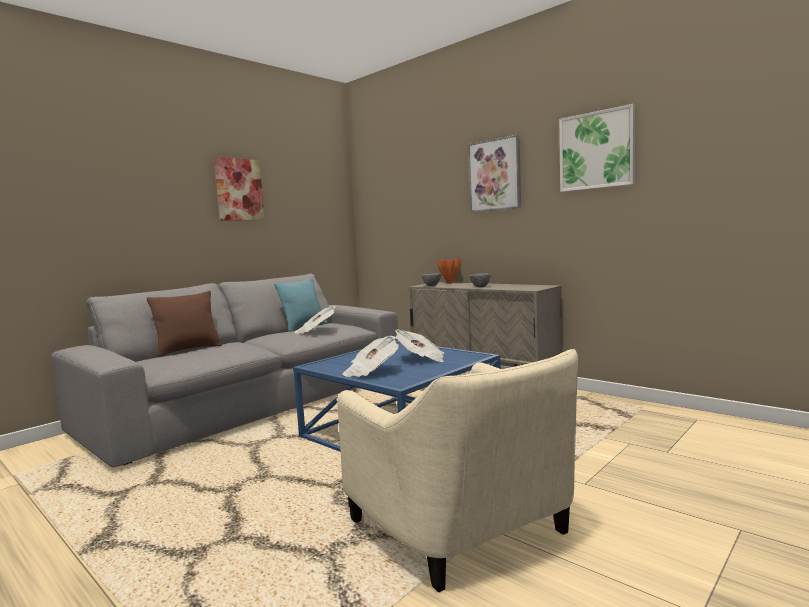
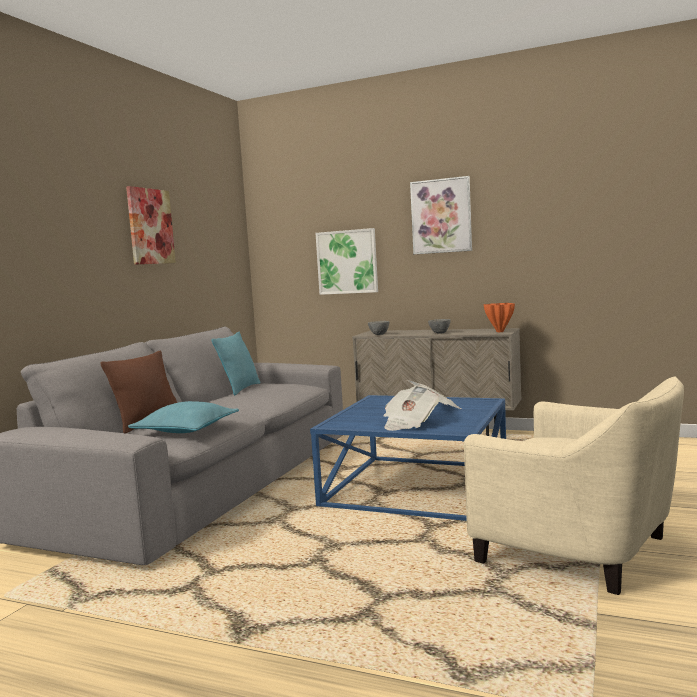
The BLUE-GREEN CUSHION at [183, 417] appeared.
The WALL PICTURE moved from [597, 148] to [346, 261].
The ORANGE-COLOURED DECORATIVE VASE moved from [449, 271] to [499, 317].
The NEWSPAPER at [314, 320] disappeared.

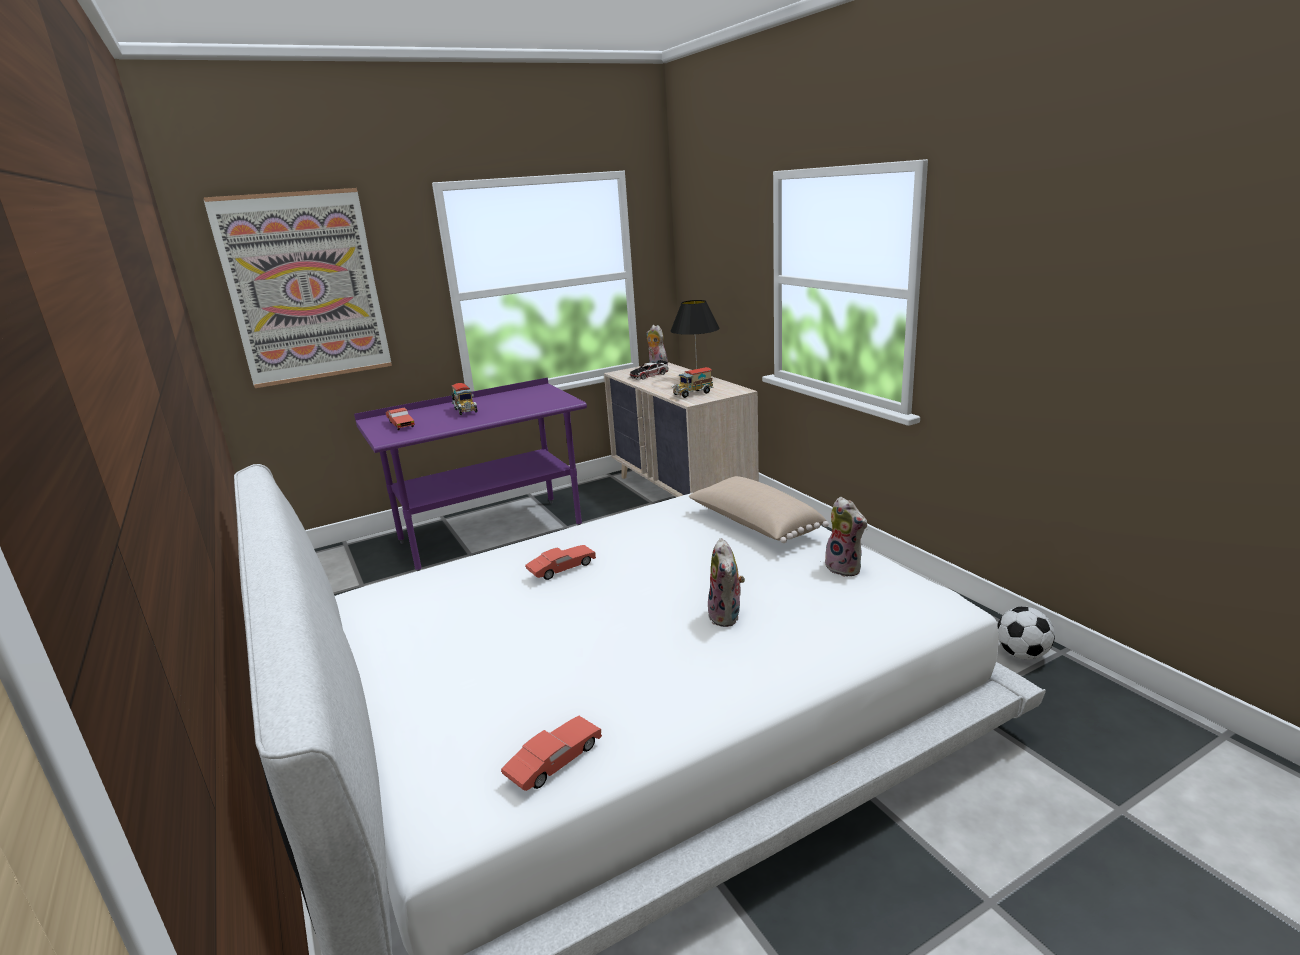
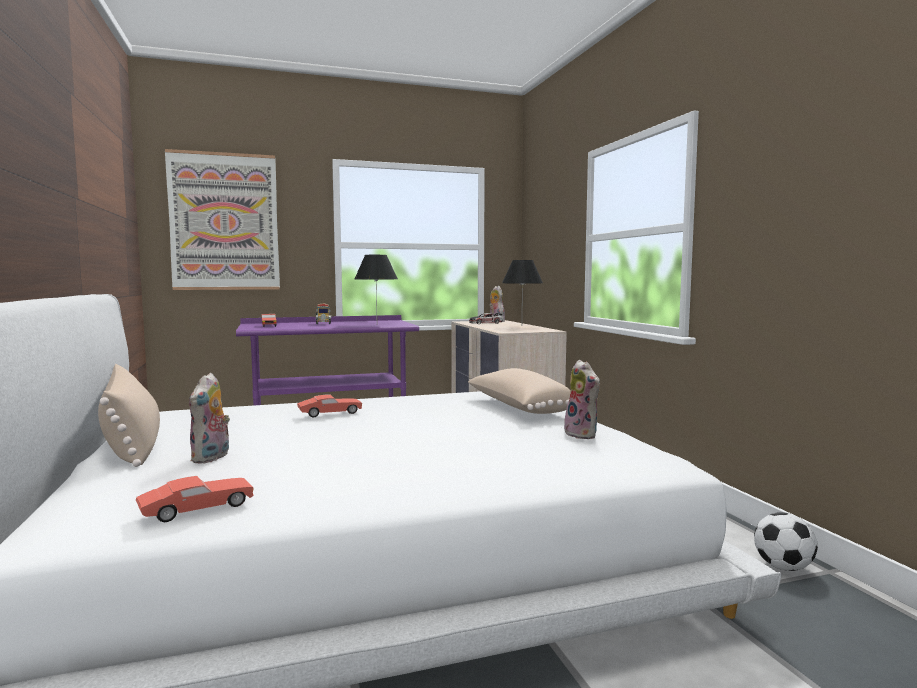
The BEIGE CUSHION at [129, 415] appeared.
The CUDDLY TOY moved from [726, 582] to [209, 418].
The BLACK-COLOURED LAMP FOR A TABLE at [376, 284] appeared.
The TOY TRUCK at [692, 382] disappeared.

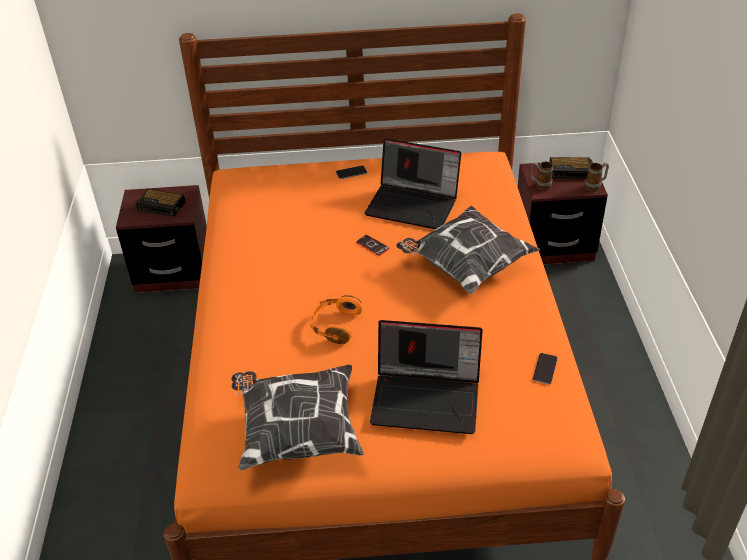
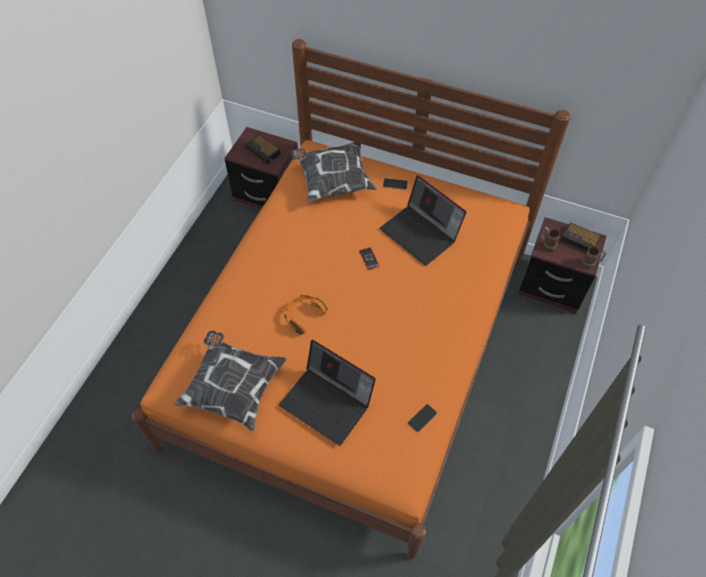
The CUSHION moved from [468, 250] to [334, 171].

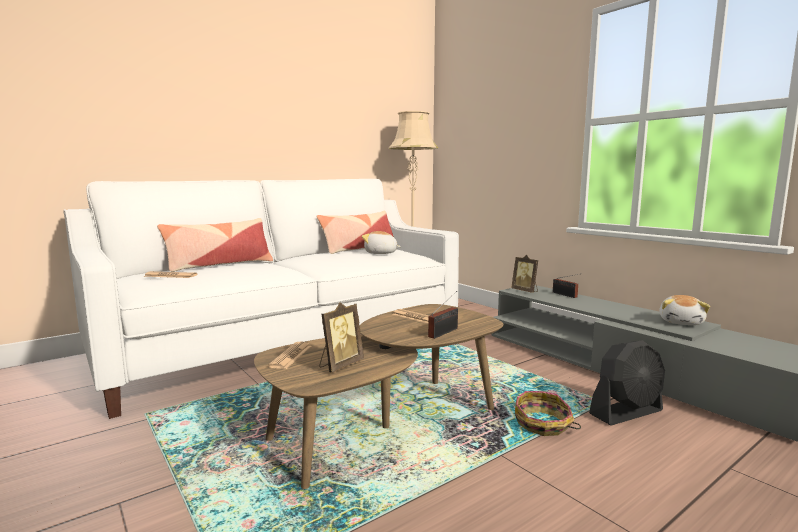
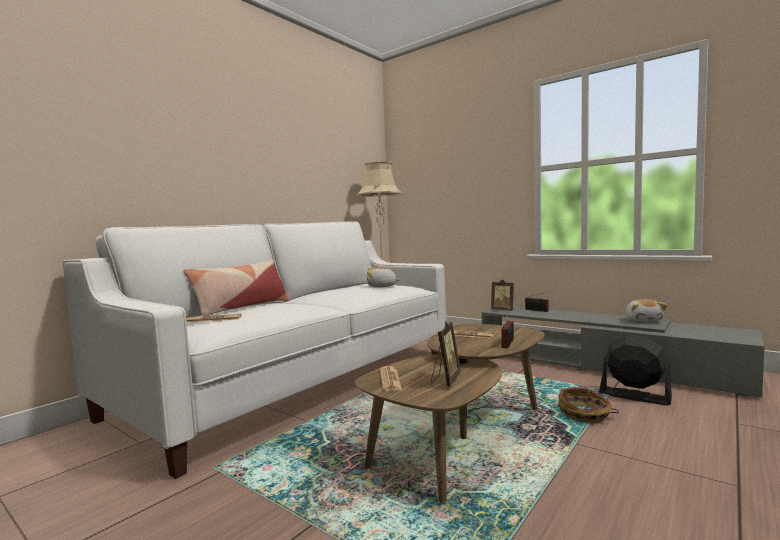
The BLACK-COLOURED COOLING FAN at [627, 382] turned 105 degrees counterclockwise.
The CUSHION at [357, 232] disappeared.

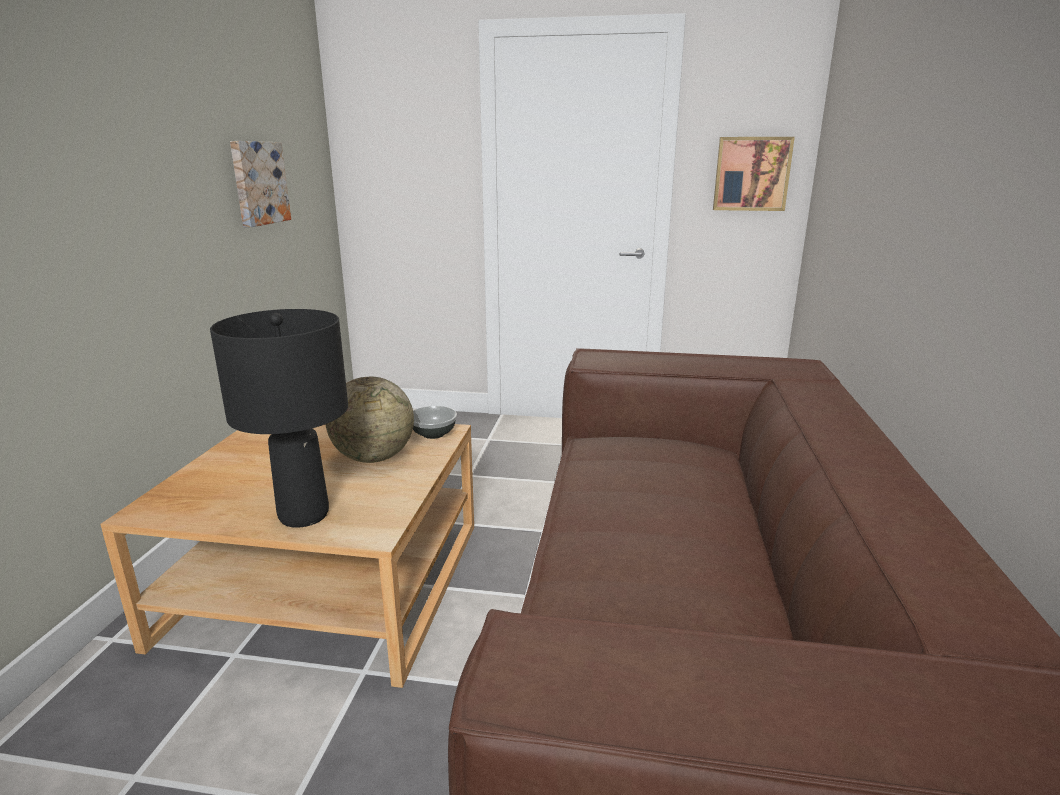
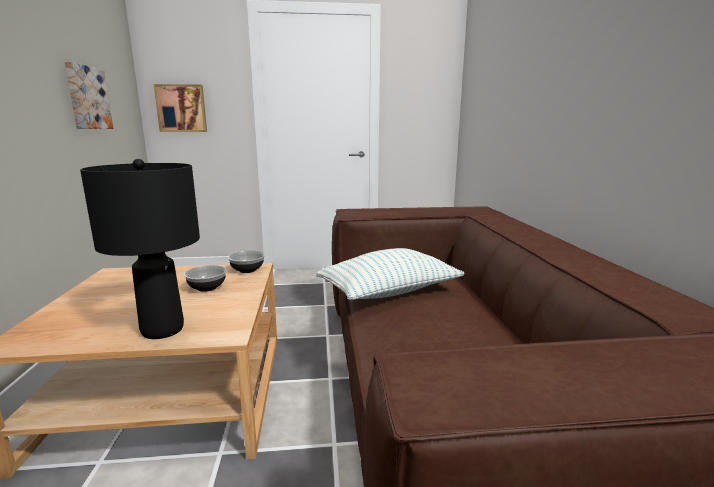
The WALL PICTURE moved from [754, 174] to [180, 108].
The WORLD GLOBE at [370, 420] was replaced by the BOWL at [205, 278].
The CUSHION at [390, 274] appeared.

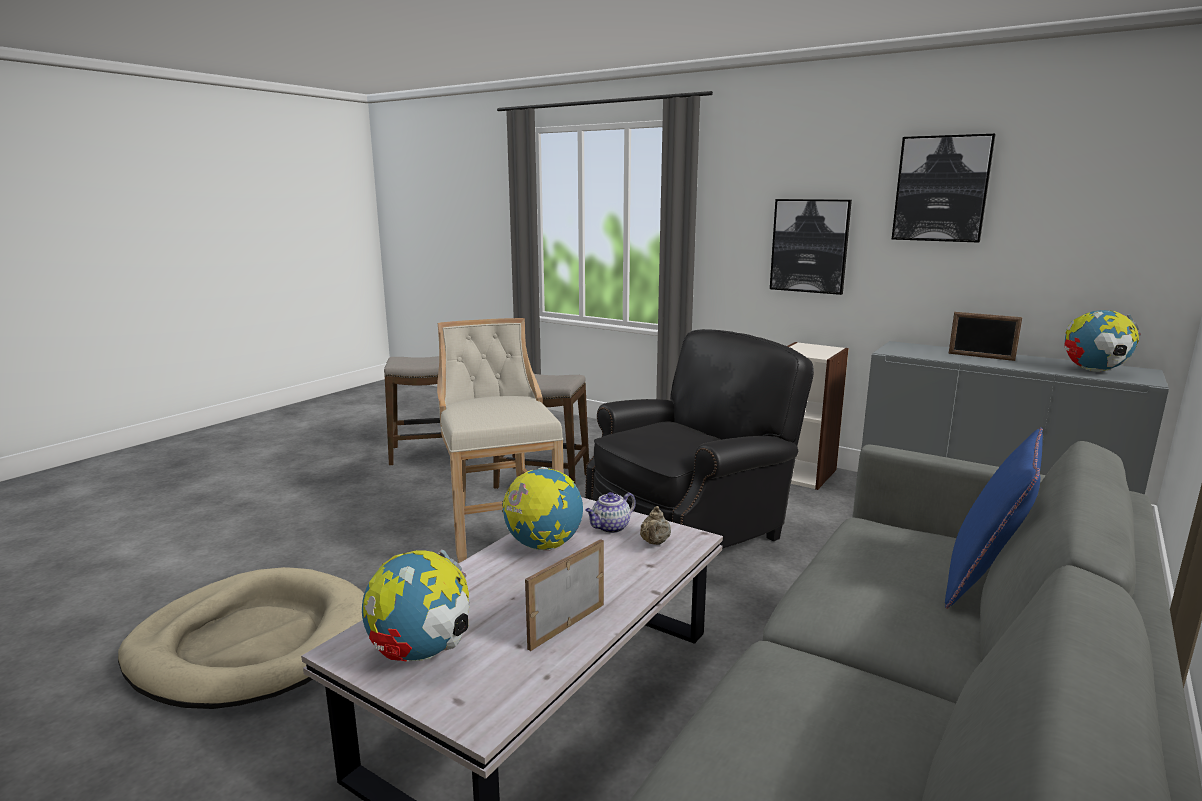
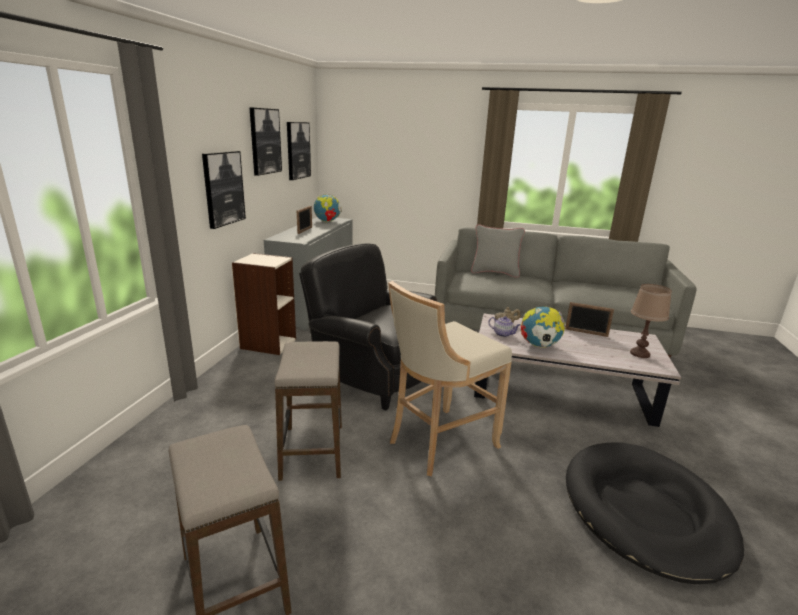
The WALL PICTURE at [299, 151] appeared.
The BLUISH CUSHION at [994, 518] became the GRAY CUSHION at [498, 250].
The BEIGE DOG BED at [241, 638] became the BLACK-COLOURED DOG BED at [655, 513].
The WORLD GLOBE at [415, 605] was replaced by the BROWN-COLOURED LAMP FOR A TABLE at [651, 321].

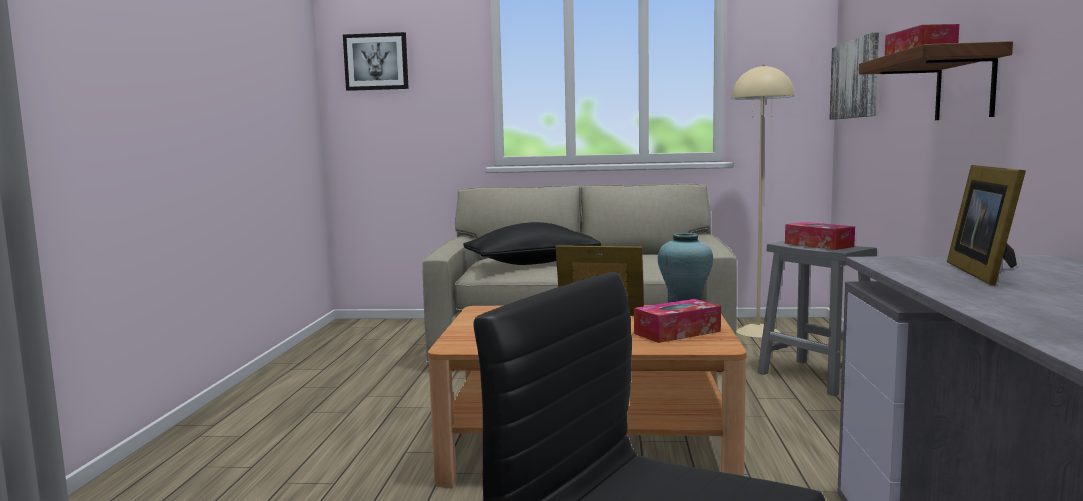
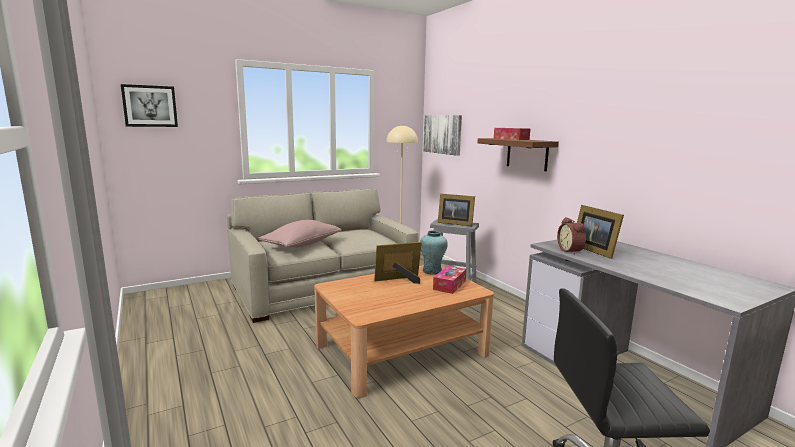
The BLACK-COLOURED CUSHION at [532, 243] became the PINK-COLOURED CUSHION at [300, 234].
The BOX OF TISSUES at [820, 236] was replaced by the STANDING FRAME at [456, 210].
The ALARM CLOCK at [571, 236] appeared.

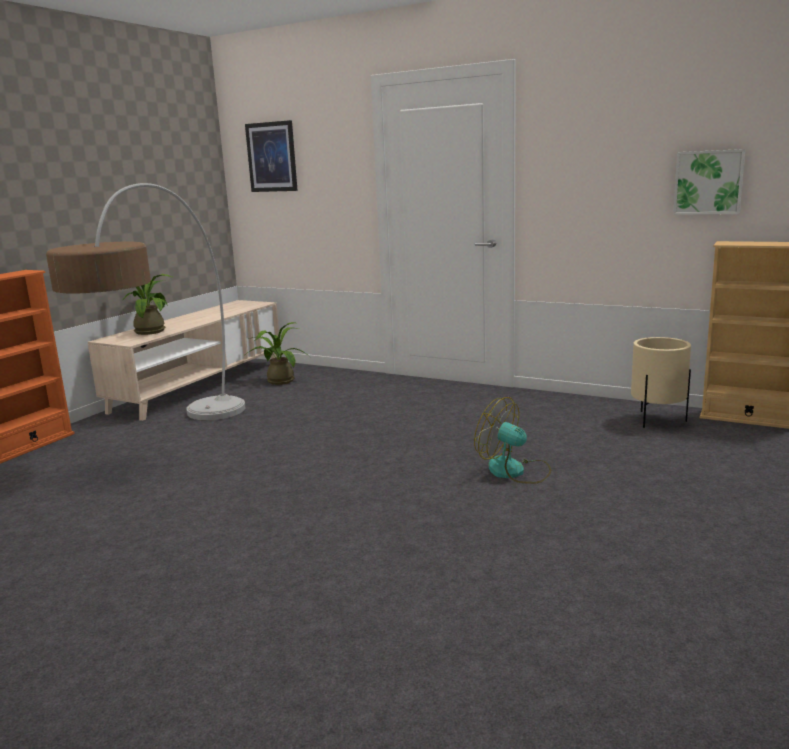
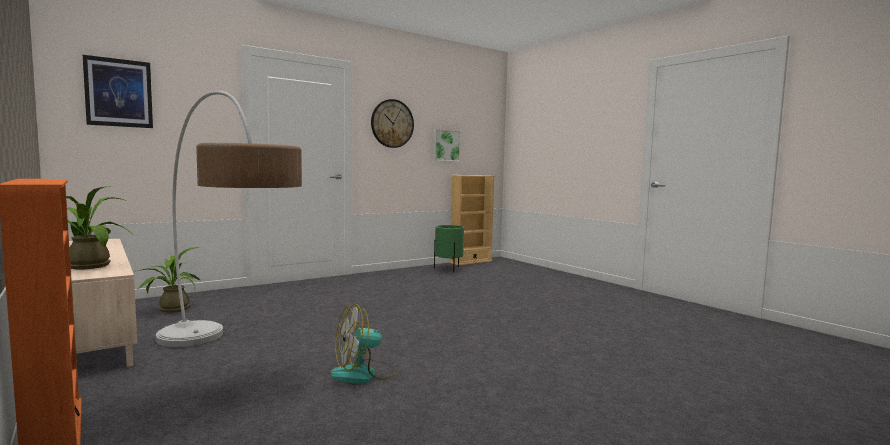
The COOLING FAN moved from [512, 440] to [364, 344].
The WALL CLOCK at [392, 123] appeared.
The BEIGE FLOWER POT at [661, 382] became the GREEN FLOWER POT at [449, 249].

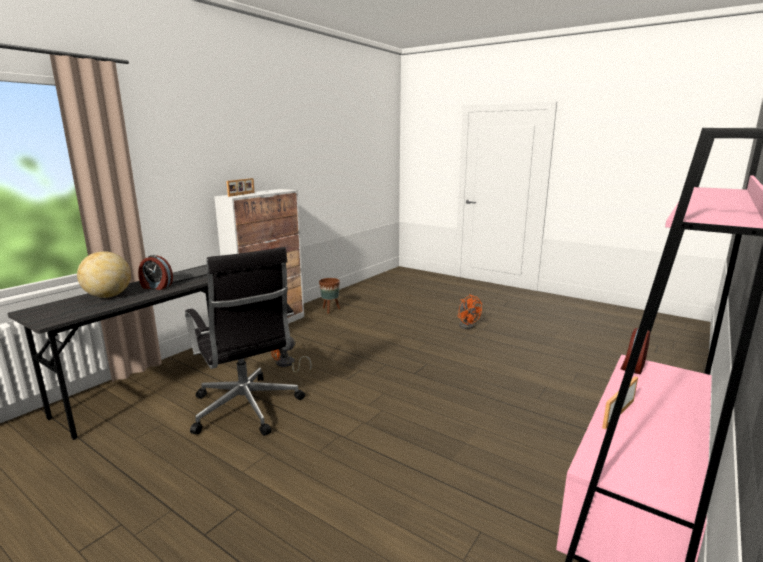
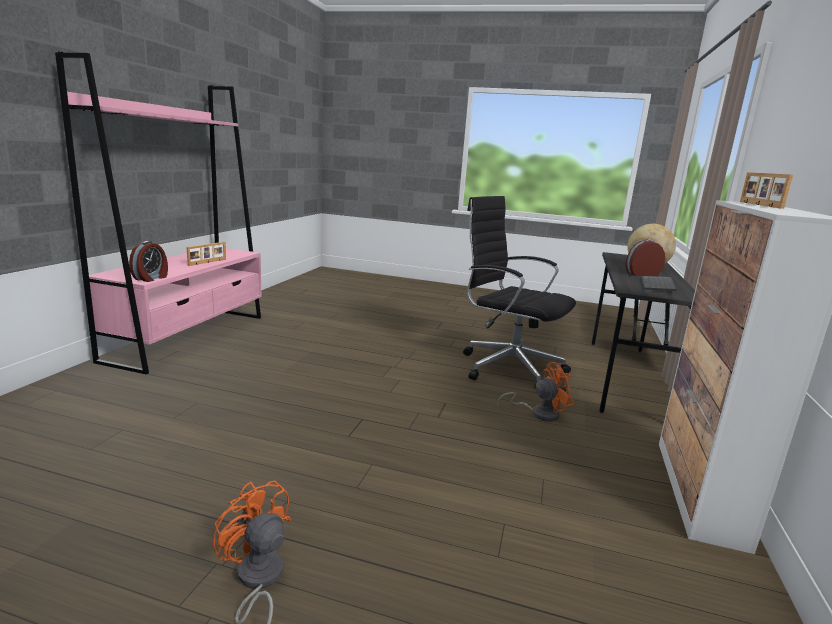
The BROWN-COLOURED FLOWER POT at [329, 296] disappeared.

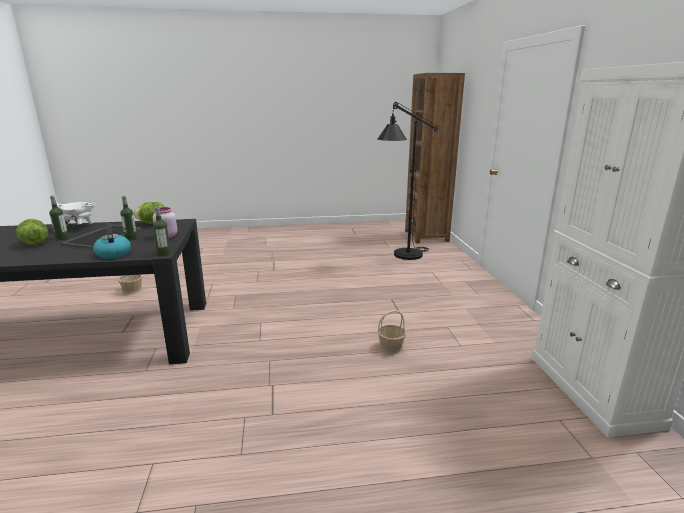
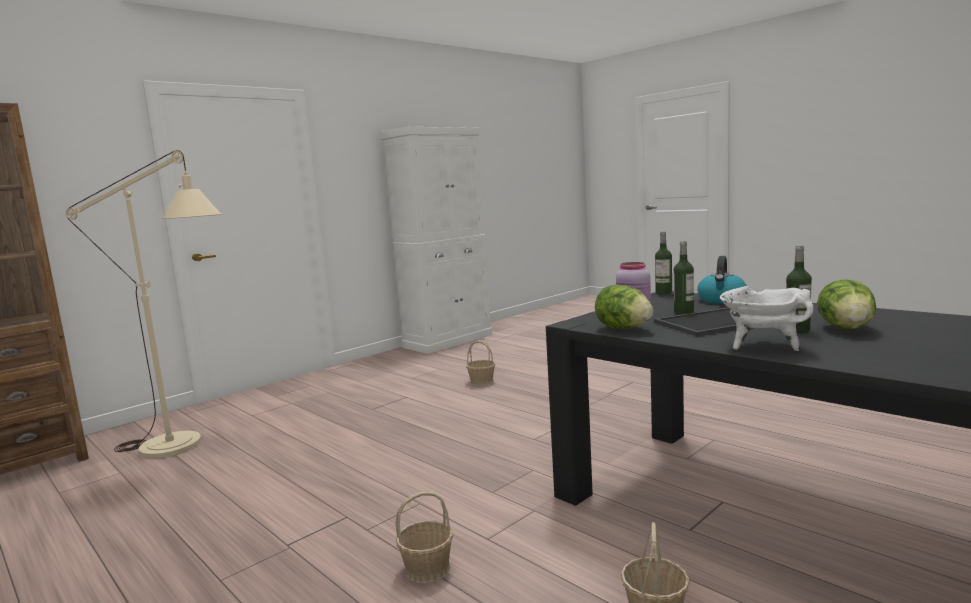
The BLACK-COLOURED FLOOR LAMP at [407, 181] became the BEIGE FLOOR LAMP at [144, 304].
The BASKET at [424, 538] appeared.

